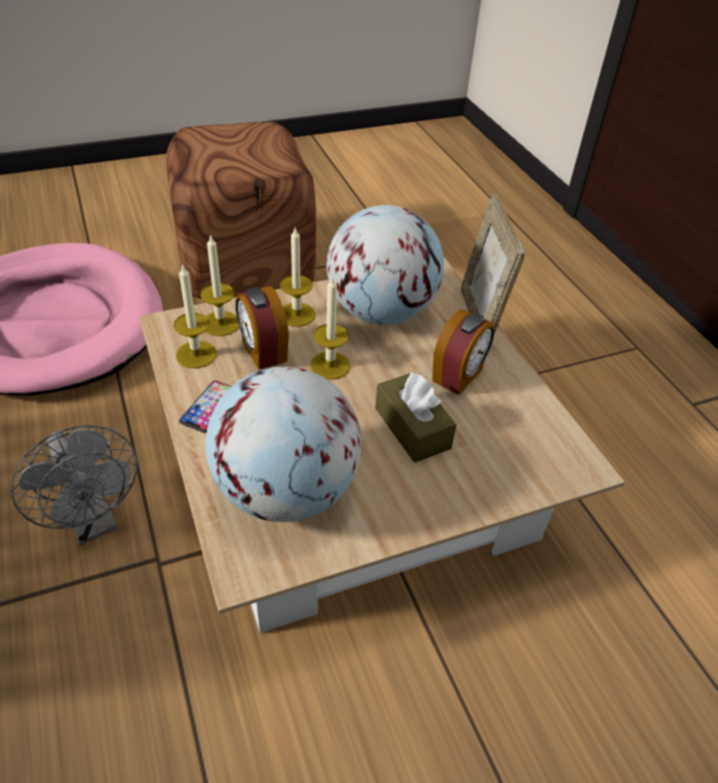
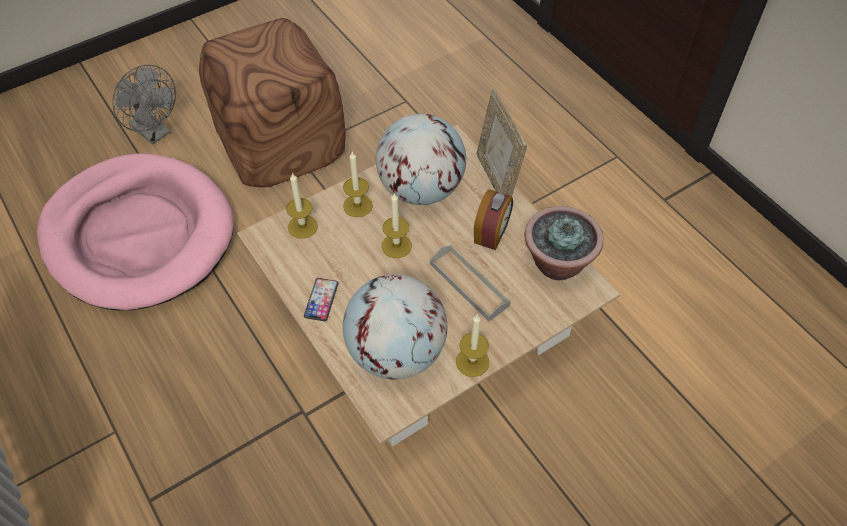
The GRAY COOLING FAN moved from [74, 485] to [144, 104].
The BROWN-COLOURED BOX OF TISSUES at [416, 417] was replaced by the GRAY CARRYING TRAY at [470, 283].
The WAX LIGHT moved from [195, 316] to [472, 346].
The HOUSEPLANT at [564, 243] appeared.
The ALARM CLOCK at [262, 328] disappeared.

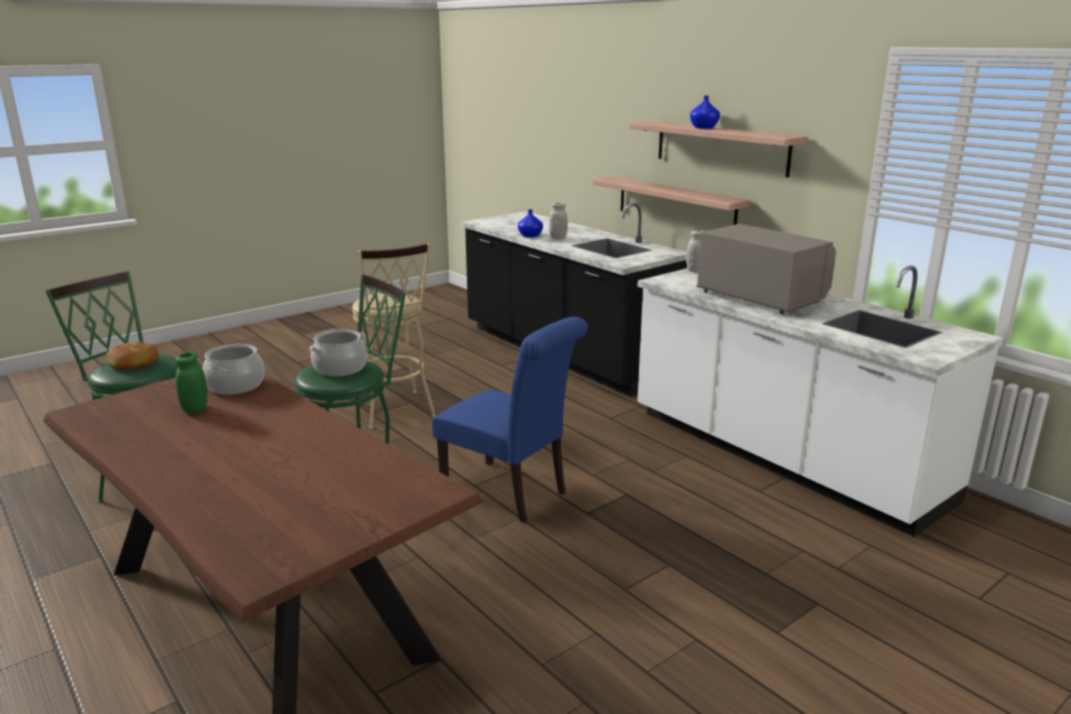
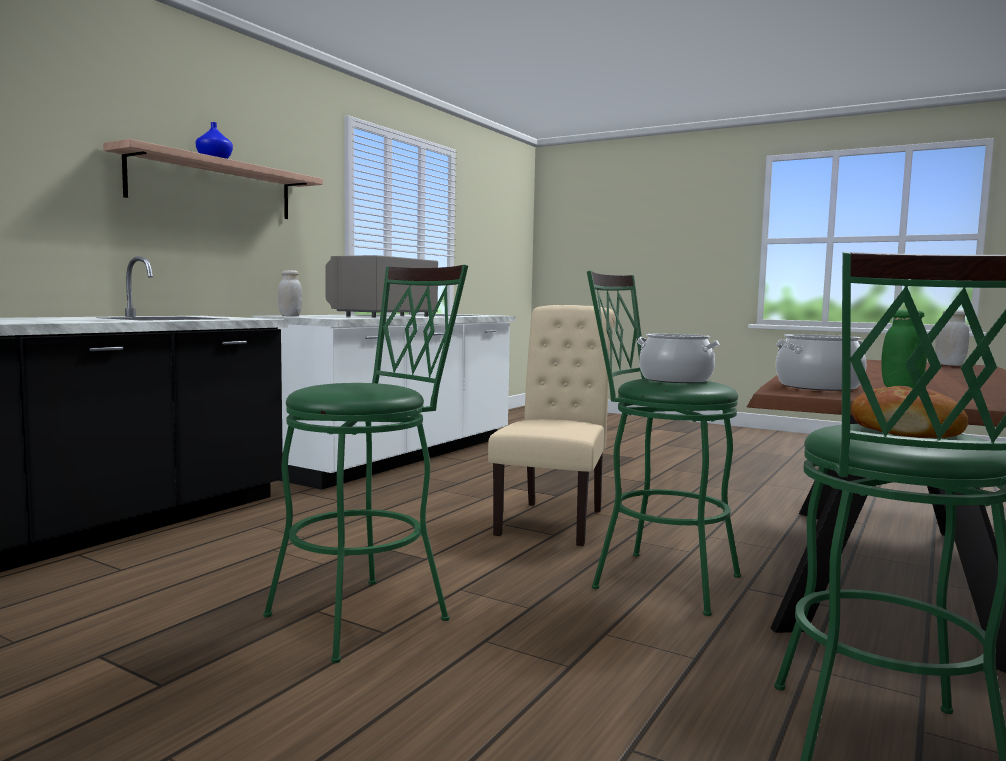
The BEIGE SITTING STOOL at [394, 336] became the GREEN SITTING STOOL at [365, 464].
The BLUISH PLAIN CHAIR at [510, 420] became the BEIGE PLAIN CHAIR at [552, 425].
The WHITE-COLOURED PRESERVE JAR moved from [558, 221] to [952, 338].
The BLUISH DECORATIVE VASE at [530, 223] disappeared.
The WALL SHELF at [672, 200] disappeared.

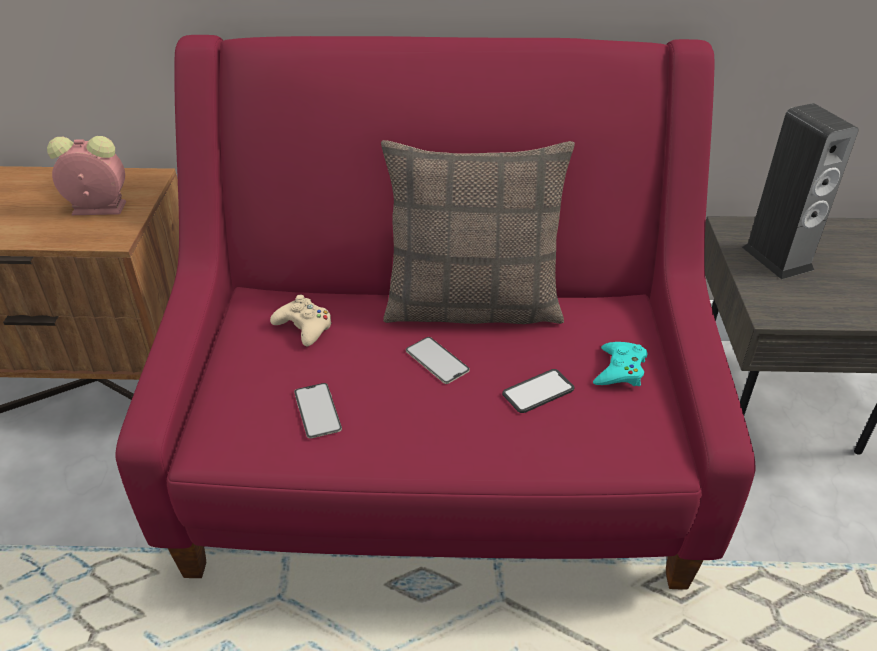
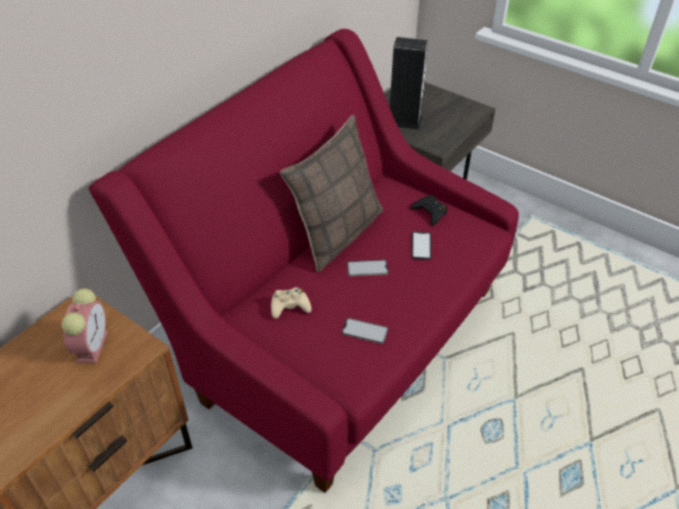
The ALARM CLOCK at [86, 175] turned 150 degrees clockwise.
The BLUE-GREEN GAME CONTROLLER at [620, 364] became the BLACK-COLOURED GAME CONTROLLER at [429, 210].

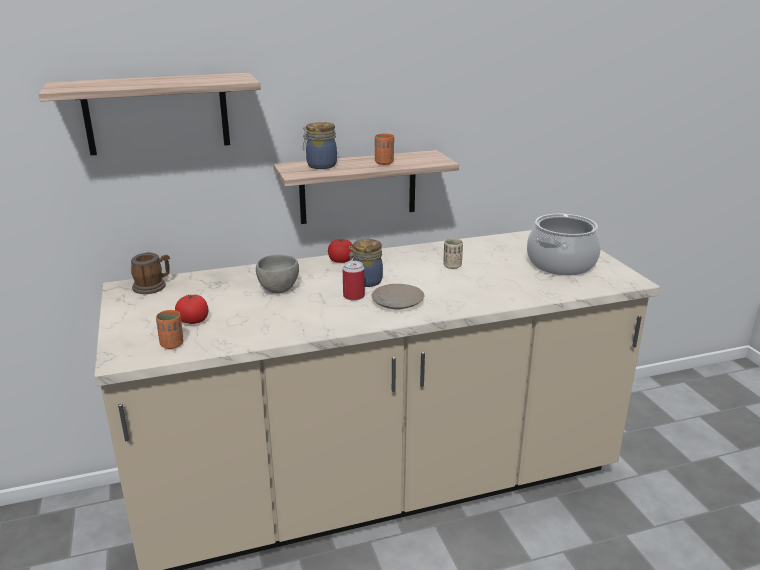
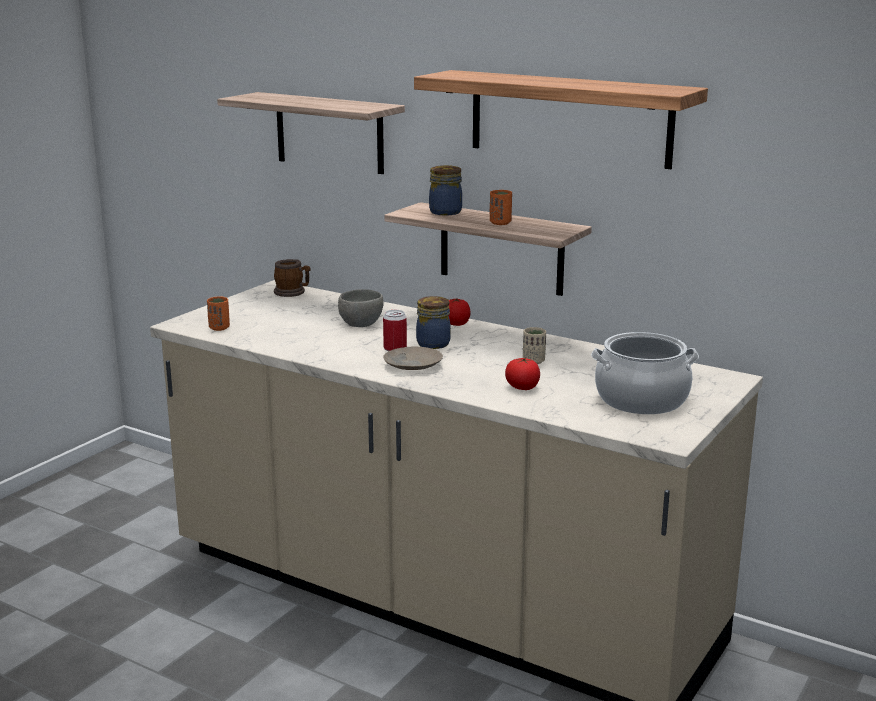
The WALL SHELF at [561, 119] appeared.
The FRESH TOMATO moved from [191, 309] to [522, 374].

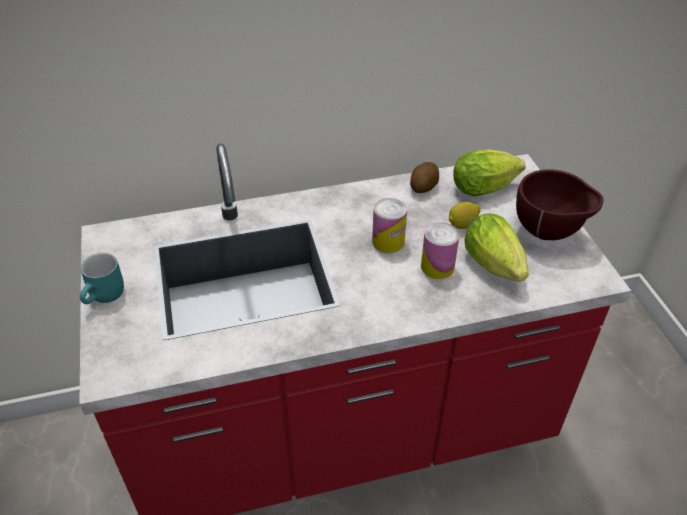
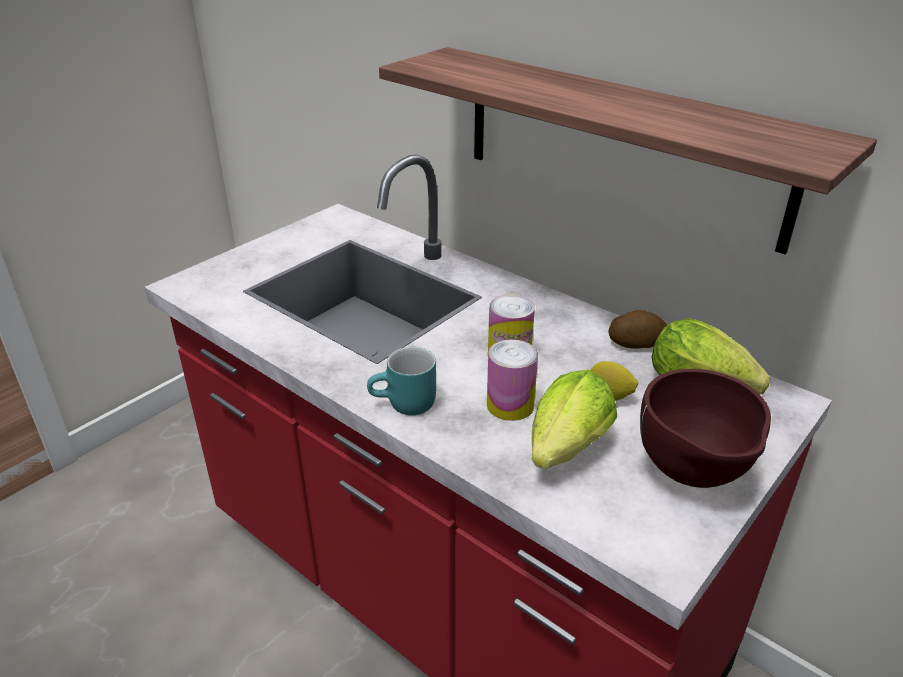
The BLUE-GREEN MUG moved from [102, 278] to [401, 381].
The WALL SHELF at [628, 150] appeared.

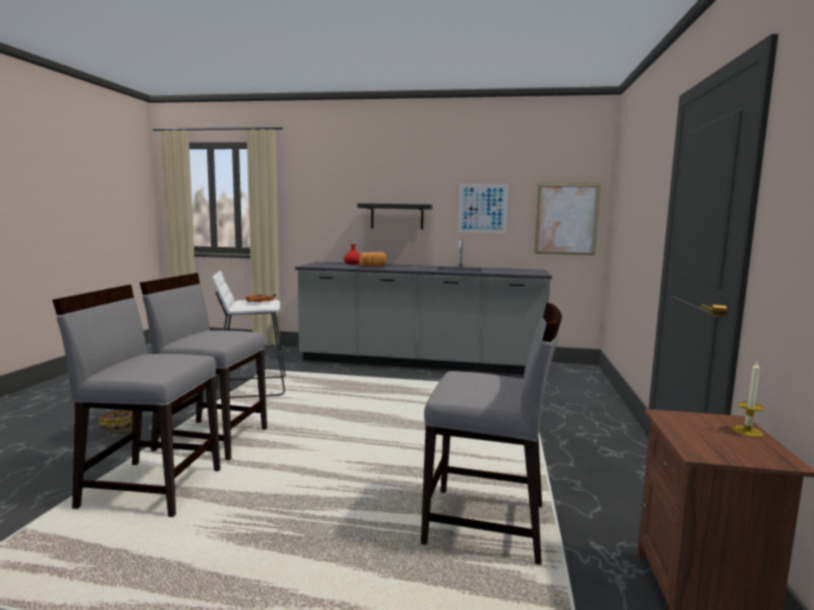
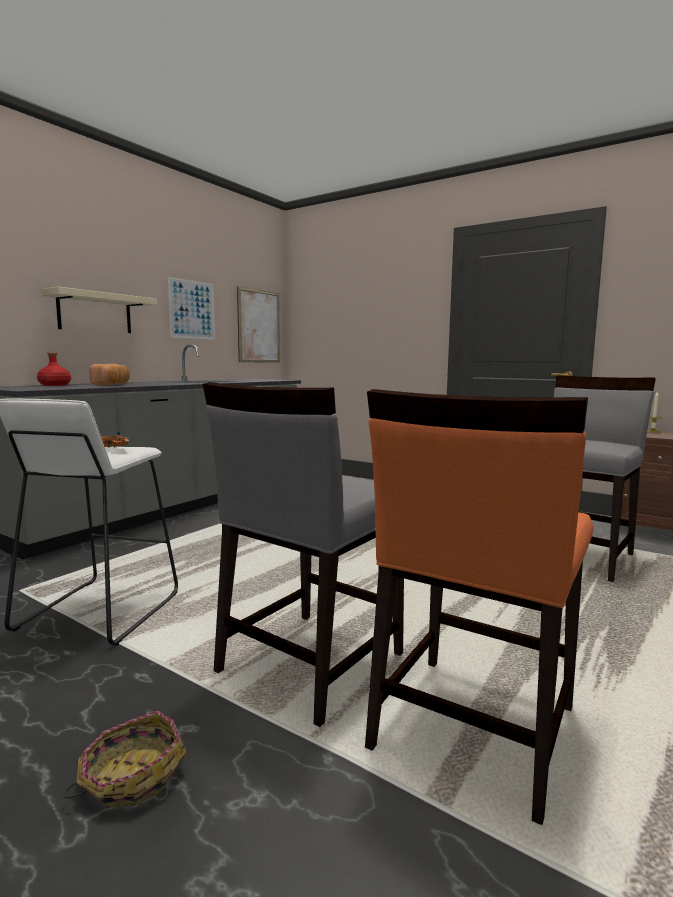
The BLACK-COLOURED WALL SHELF at [395, 216] became the BEIGE WALL SHELF at [99, 310].
The GRAY PLAIN CHAIR at [136, 401] became the ORANGE-COLOURED PLAIN CHAIR at [479, 607].

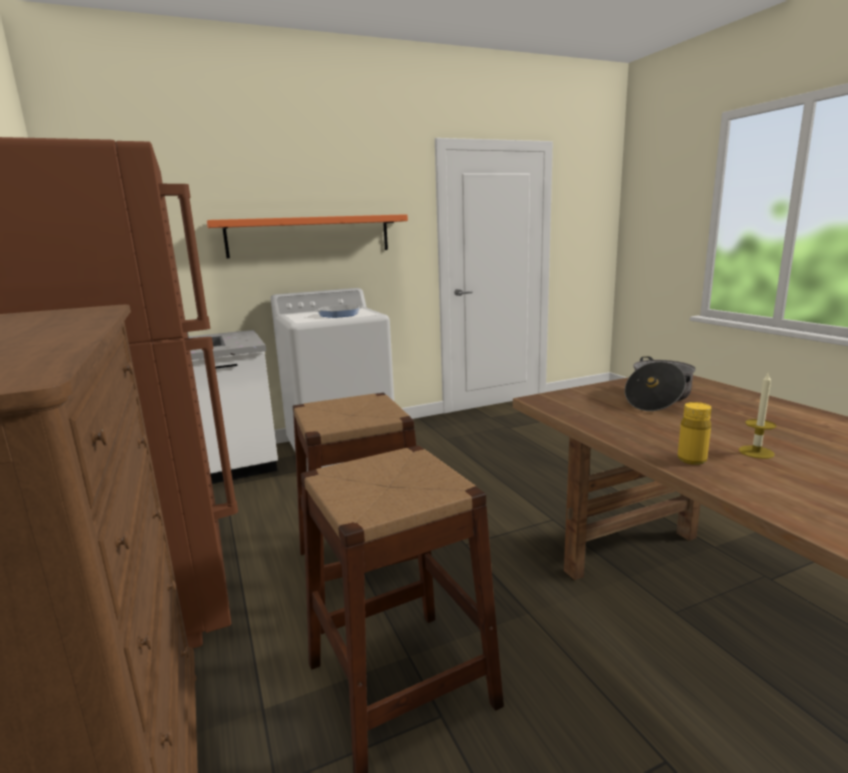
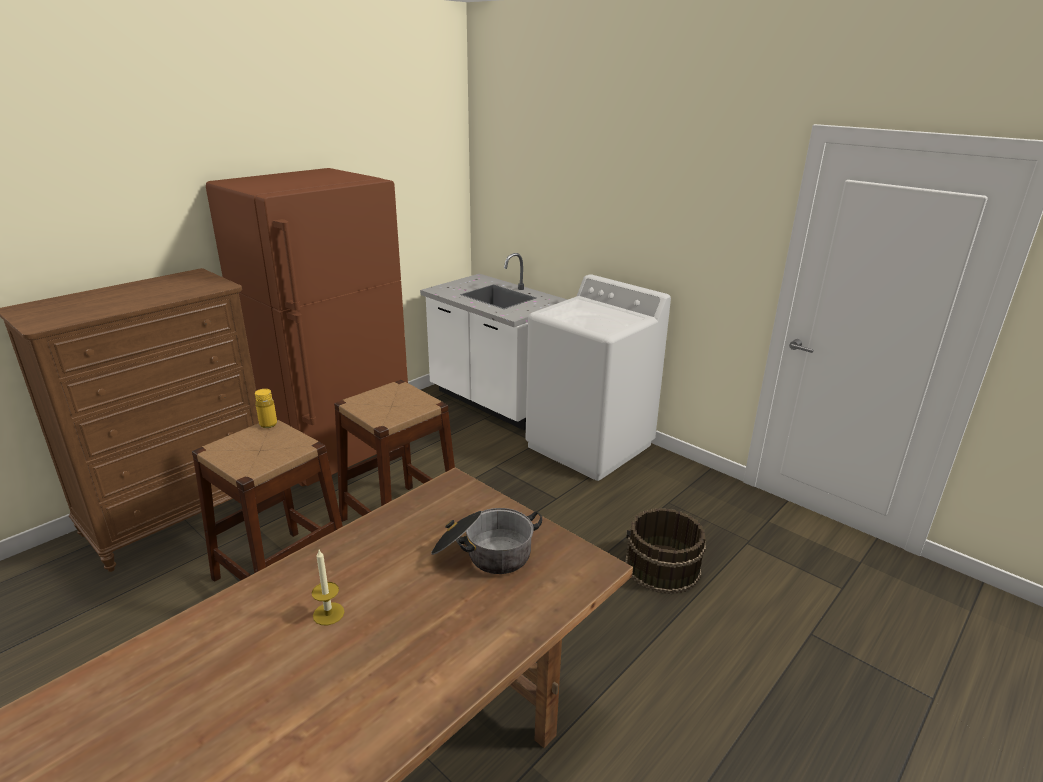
The YELLOW BEVERAGE BOTTLE moved from [694, 433] to [266, 408].
The BROWN-COLOURED PAIL at [665, 551] appeared.
The ORANGE-COLOURED WALL SHELF at [307, 236] disappeared.
The SKILLET at [338, 311] disappeared.

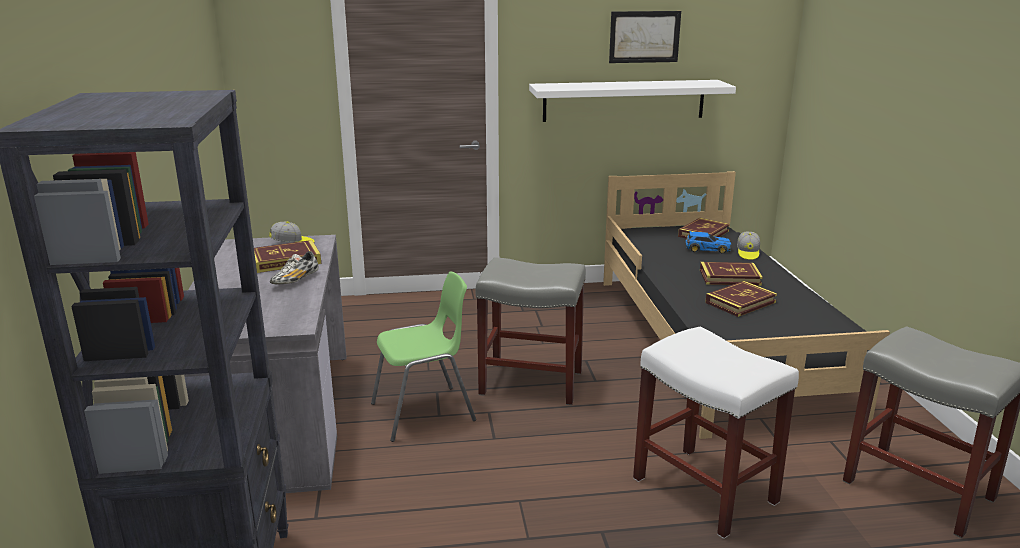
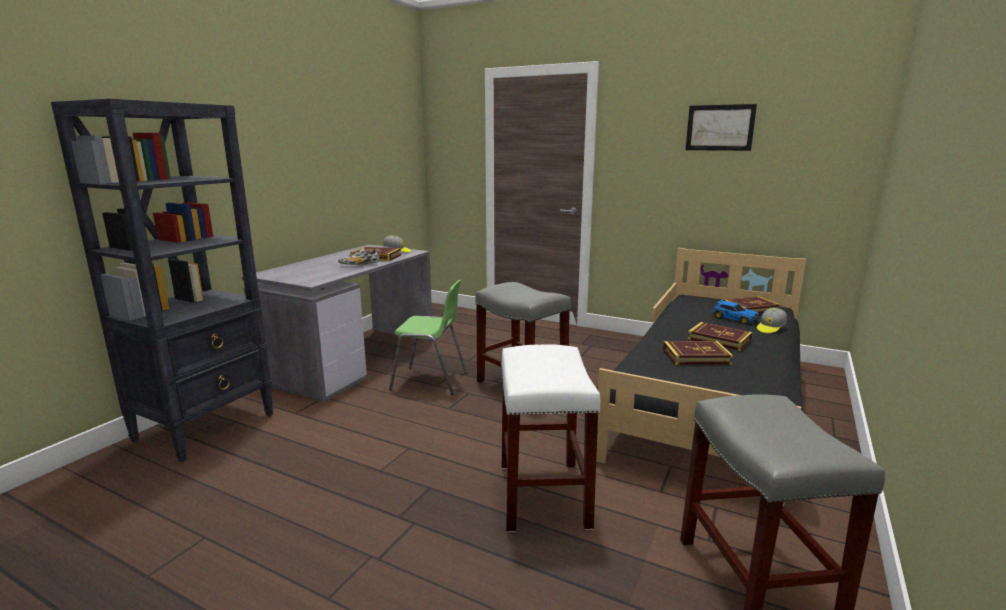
The WHITE-COLOURED WALL SHELF at [632, 101] disappeared.

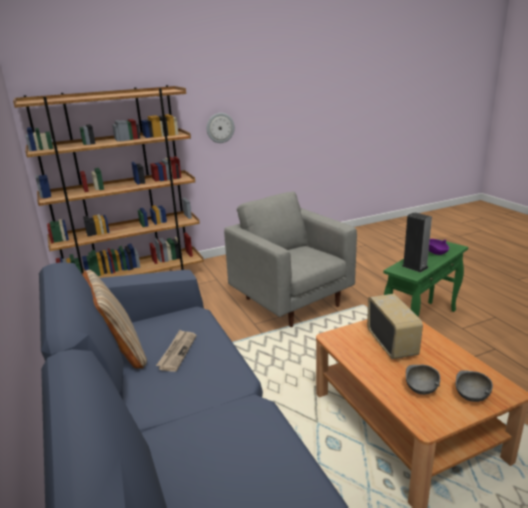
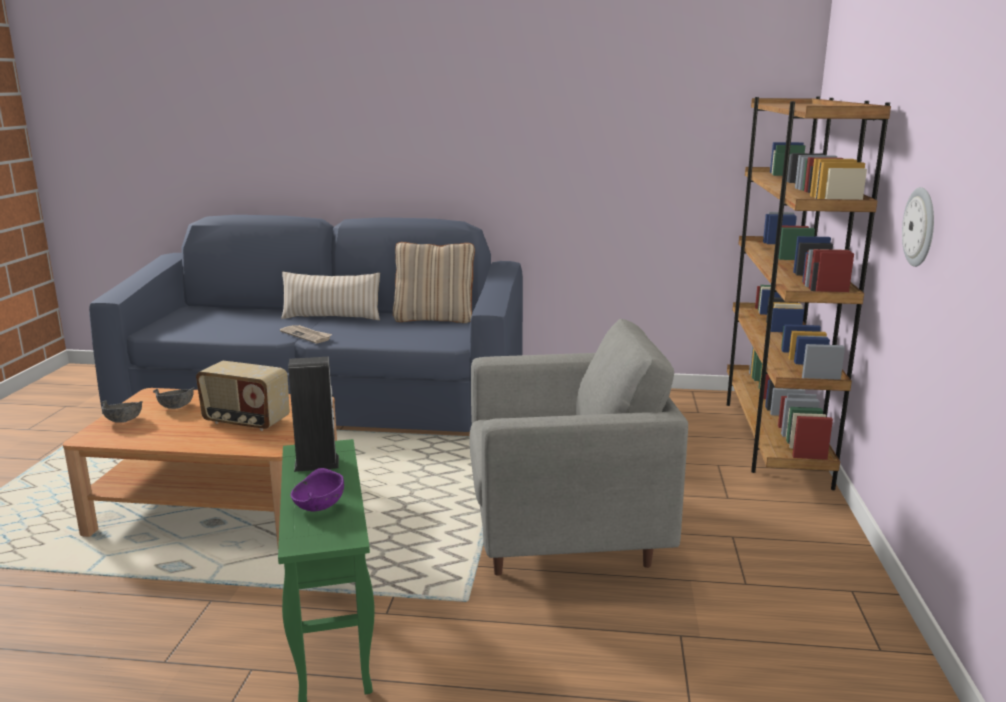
The NEWSPAPER moved from [176, 351] to [306, 334].
The BEIGE CUSHION at [330, 296] appeared.

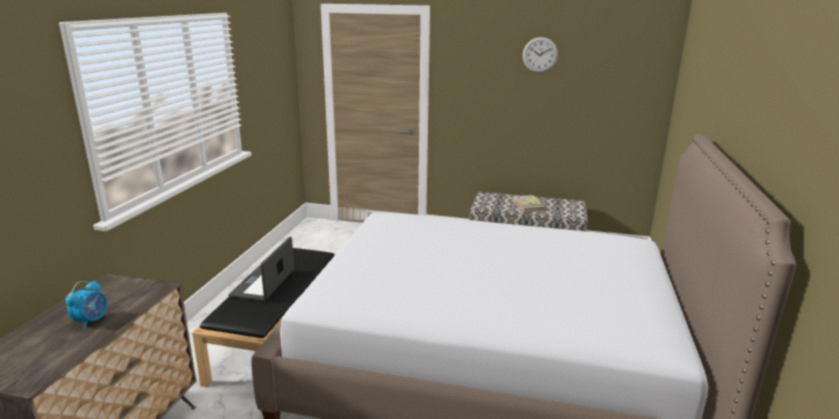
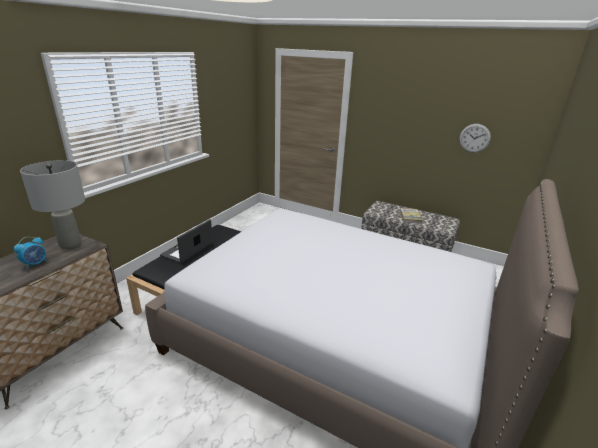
The GRAY LAMP FOR A TABLE at [52, 204] appeared.
The WALL CLOCK moved from [540, 55] to [475, 138].

